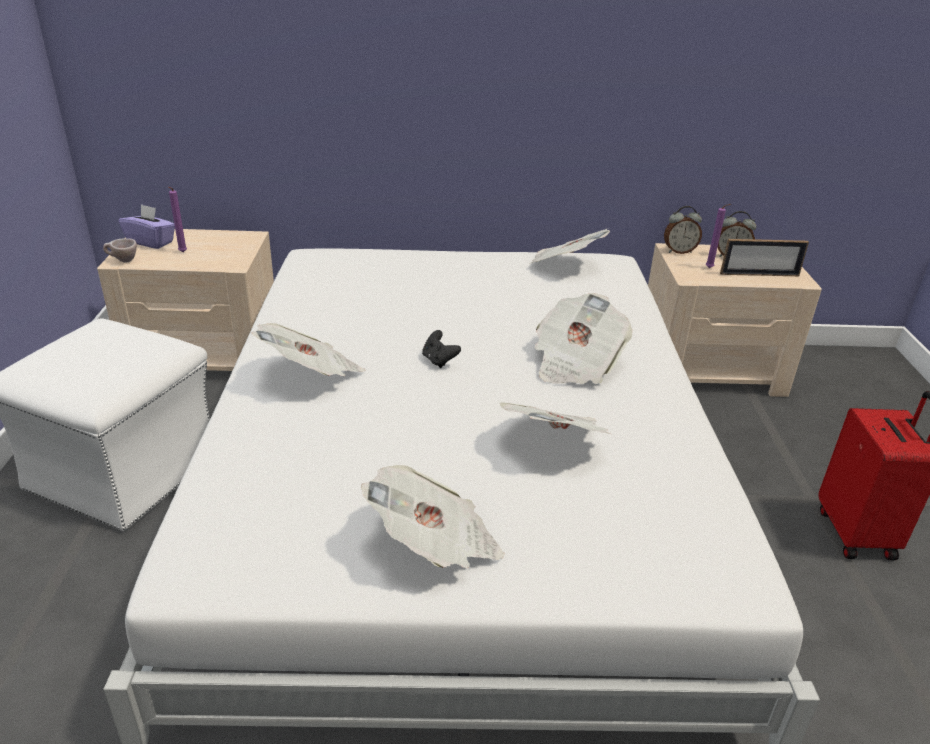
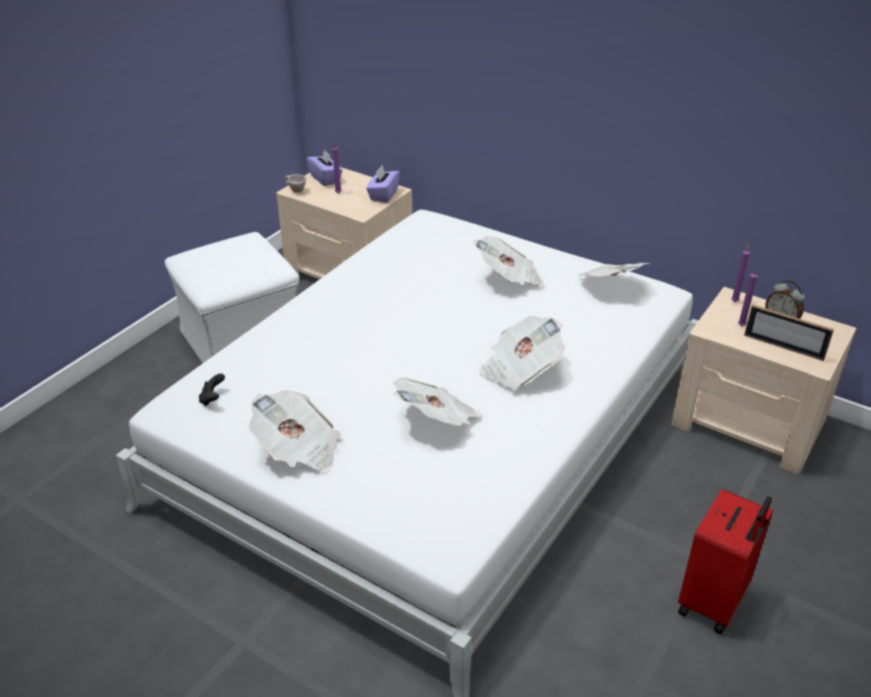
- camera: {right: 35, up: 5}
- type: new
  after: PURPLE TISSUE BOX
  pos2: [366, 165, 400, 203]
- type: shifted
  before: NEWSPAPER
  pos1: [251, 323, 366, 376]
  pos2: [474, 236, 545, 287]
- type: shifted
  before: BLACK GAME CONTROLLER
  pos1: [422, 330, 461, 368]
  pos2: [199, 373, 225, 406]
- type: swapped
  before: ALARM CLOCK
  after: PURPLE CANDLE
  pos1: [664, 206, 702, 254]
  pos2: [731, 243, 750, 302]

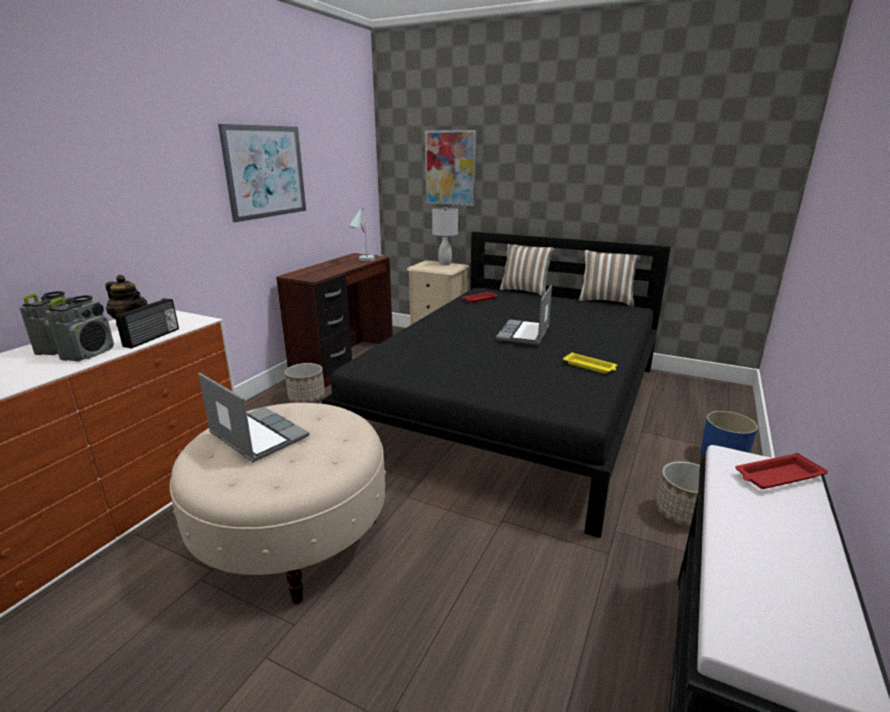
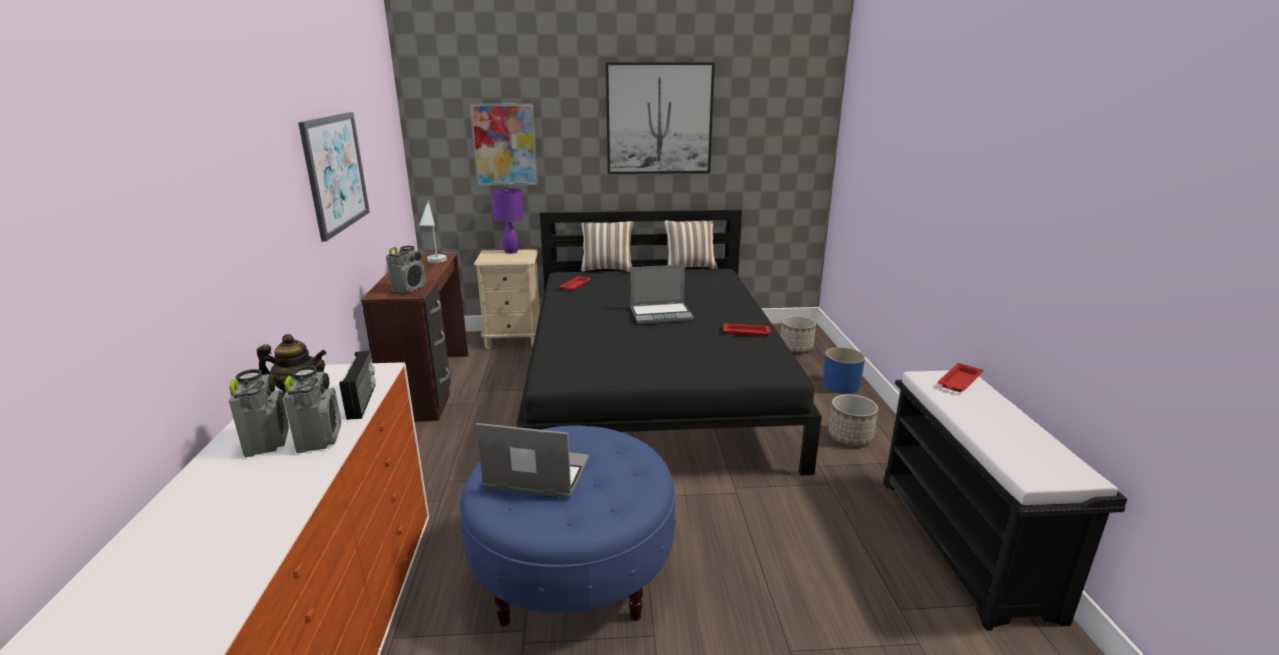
- camera: {right: -30, up: 0}
- type: new
  after: RADIO
  pos2: [386, 246, 426, 293]
- type: new
  after: PICTURE
  pos2: [606, 62, 715, 174]
- type: shifted
  before: PLANTER
  pos1: [285, 363, 325, 403]
  pos2: [780, 316, 816, 352]
- type: repainted
  before: BEIGE OTTOMAN
  after: BLUE OTTOMAN
  pos1: [170, 403, 386, 604]
  pos2: [460, 425, 676, 626]
- type: repainted
  before: WHITE TABLE LAMP
  after: PURPLE TABLE LAMP
  pos1: [432, 208, 458, 265]
  pos2: [491, 188, 523, 254]
- type: repainted
  before: YELLOW TRAY
  after: RED TRAY
  pos1: [563, 352, 617, 374]
  pos2: [723, 323, 772, 336]
- type: rotated
  before: LAPTOP
  pos1: [496, 285, 552, 345]
  pos2: [630, 264, 694, 324]
  turn: -90

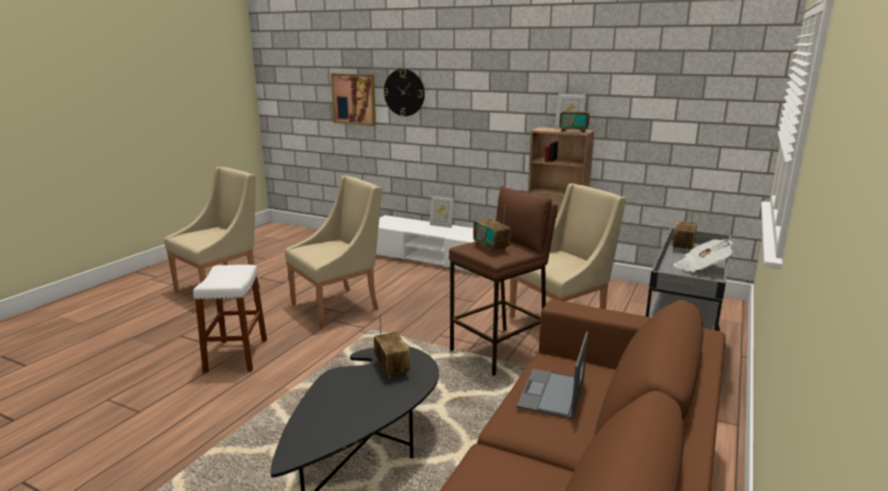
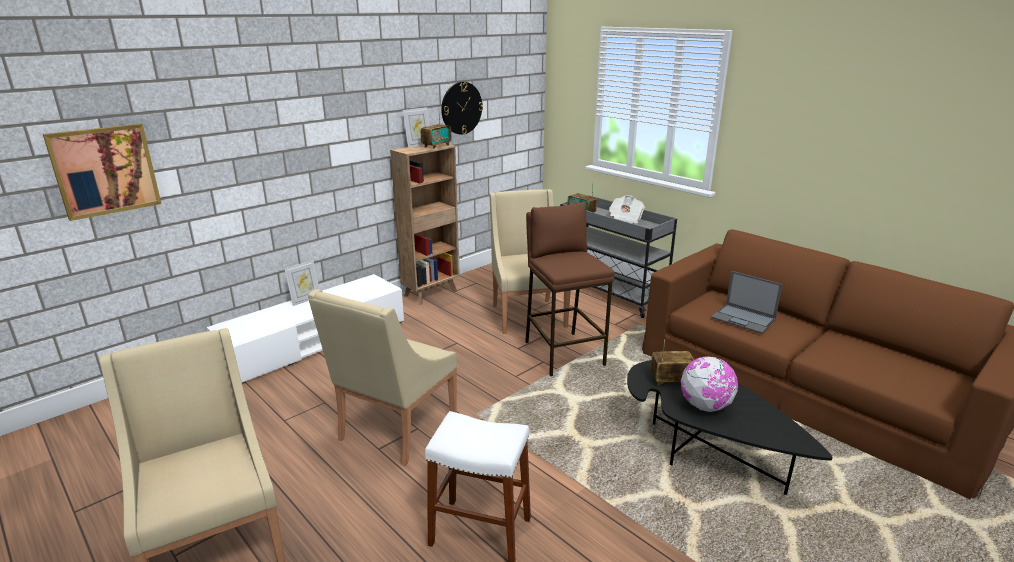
- camera: {right: -70, up: 5}
- type: gone
  before: RADIO
  pos1: [473, 205, 511, 254]
- type: new
  after: GLOBE
  pos2: [681, 356, 738, 412]
- type: shifted
  before: WALL CLOCK
  pos1: [383, 69, 425, 116]
  pos2: [441, 82, 483, 134]
- type: rotated
  before: BEIGE ARMCHAIR
  pos1: [285, 176, 382, 328]
  pos2: [308, 289, 457, 466]
  turn: -135

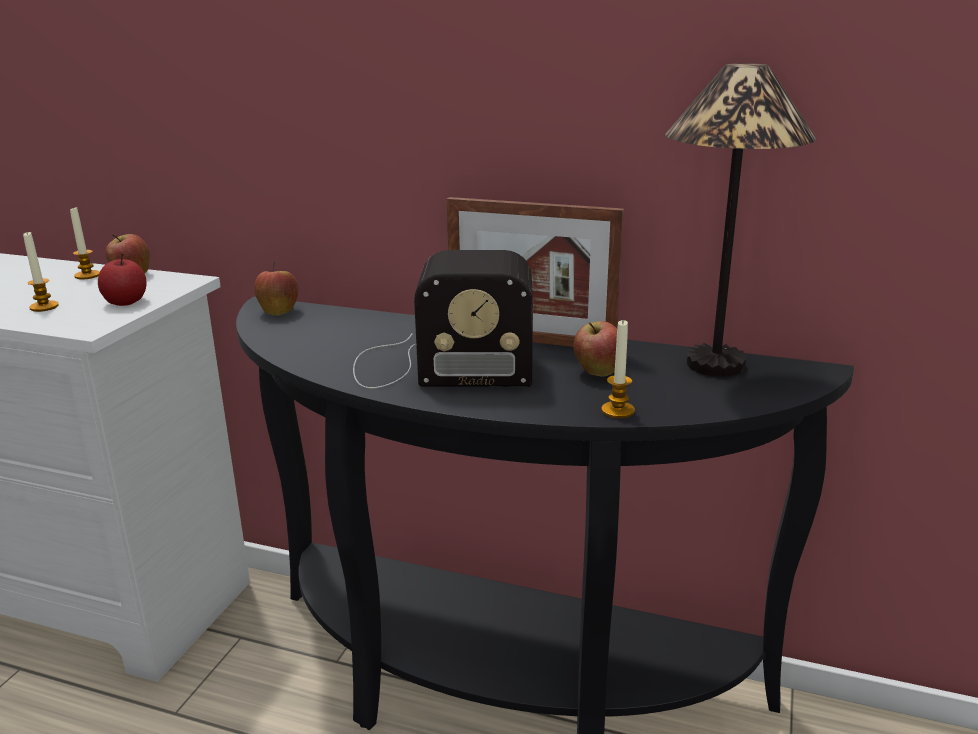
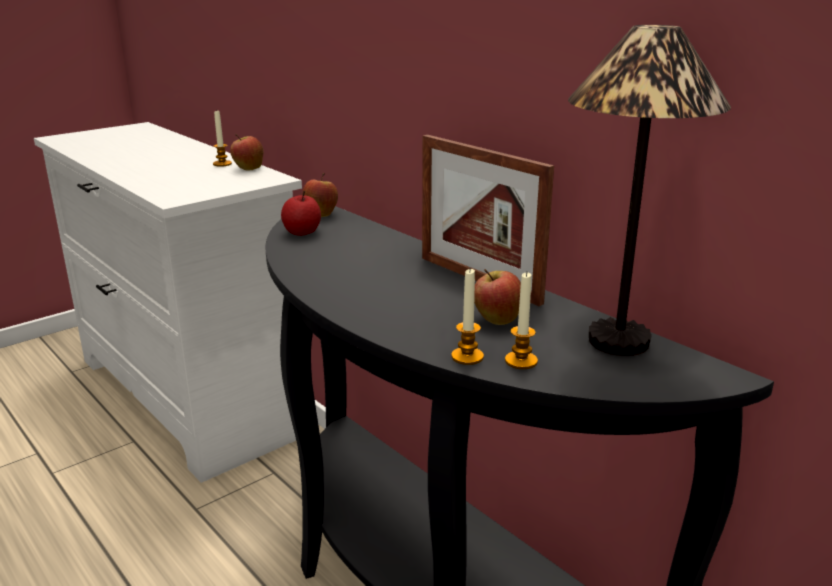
- camera: {right: 30, up: 0}
- type: gone
  before: RADIO
  pos1: [353, 250, 533, 389]
- type: shifted
  before: CANDLE
  pos1: [23, 231, 59, 312]
  pos2: [505, 272, 538, 369]
- type: shifted
  before: APPLE
  pos1: [98, 253, 147, 306]
  pos2: [281, 191, 321, 236]

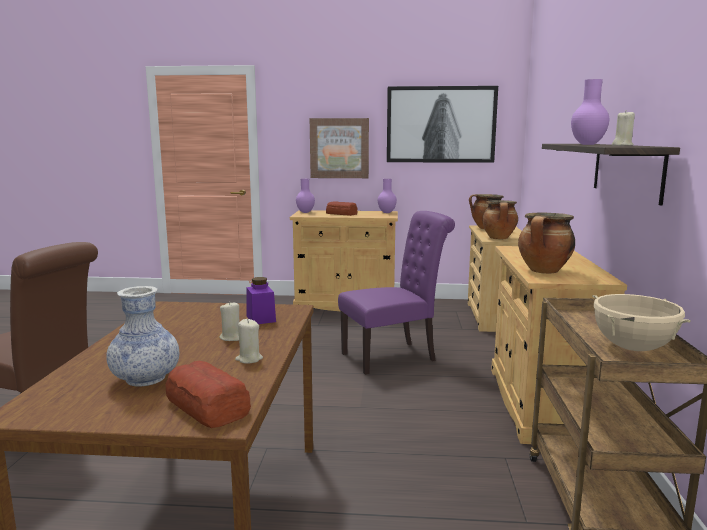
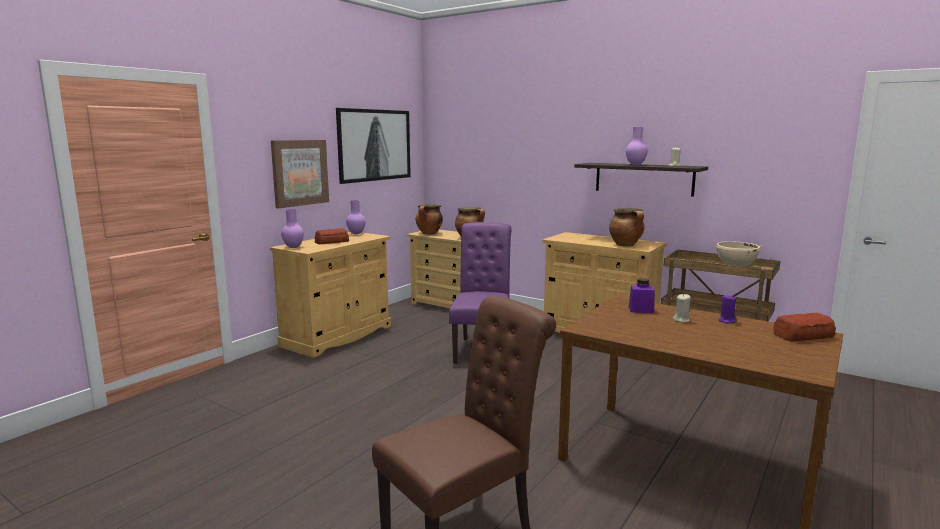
- camera: {right: -60, up: 0}
- type: gone
  before: VASE
  pos1: [106, 286, 179, 387]
- type: repainted
  before: BEIGE CANDLE
  after: PURPLE CANDLE
  pos1: [235, 319, 263, 364]
  pos2: [719, 295, 736, 324]

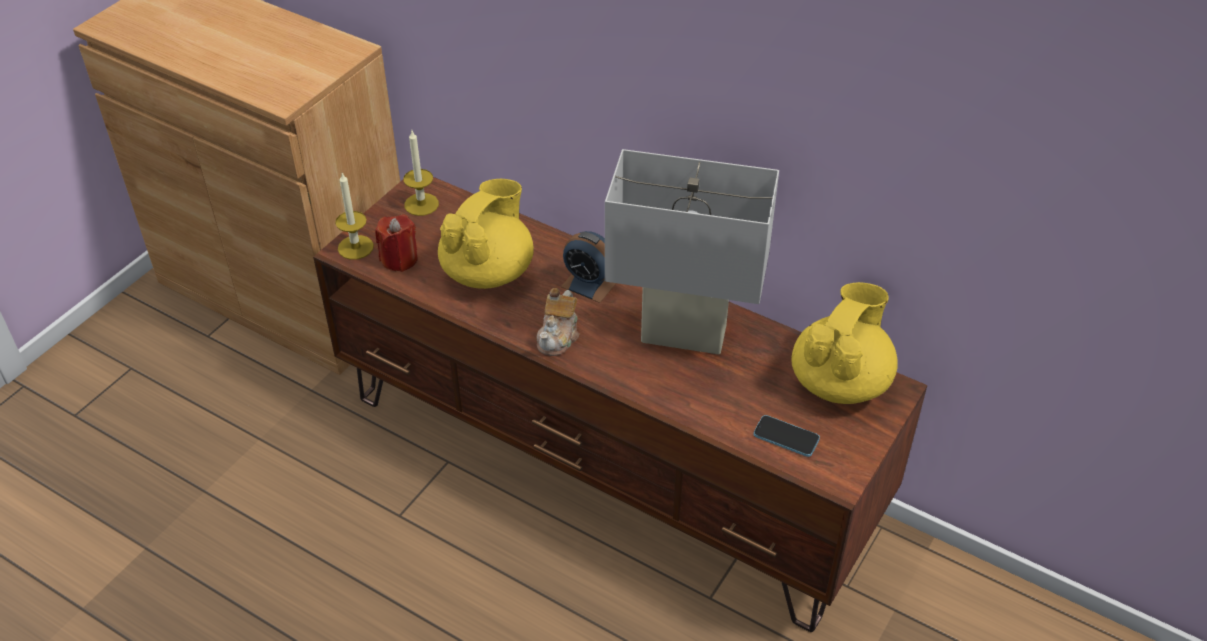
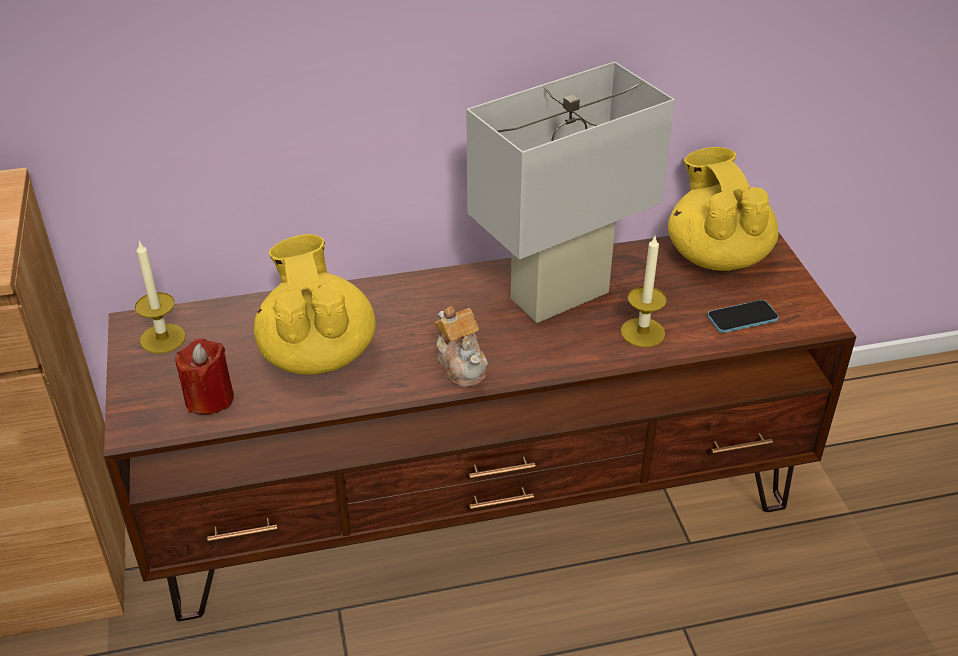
- camera: {right: -45, up: -5}
- type: gone
  before: ALARM CLOCK
  pos1: [561, 231, 616, 303]
- type: shifted
  before: CANDLE
  pos1: [335, 173, 374, 260]
  pos2: [621, 234, 667, 347]

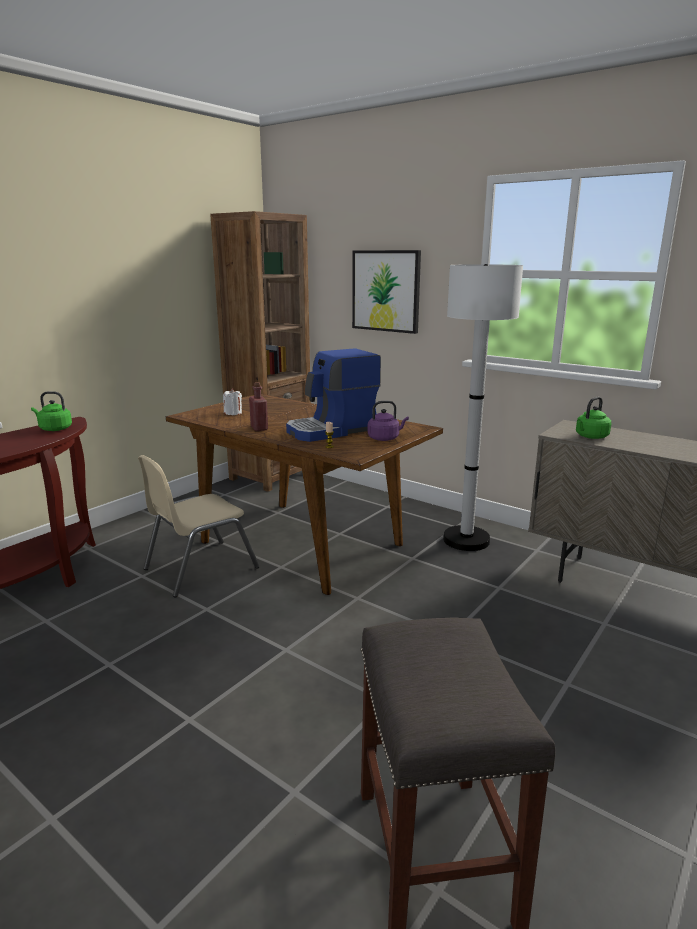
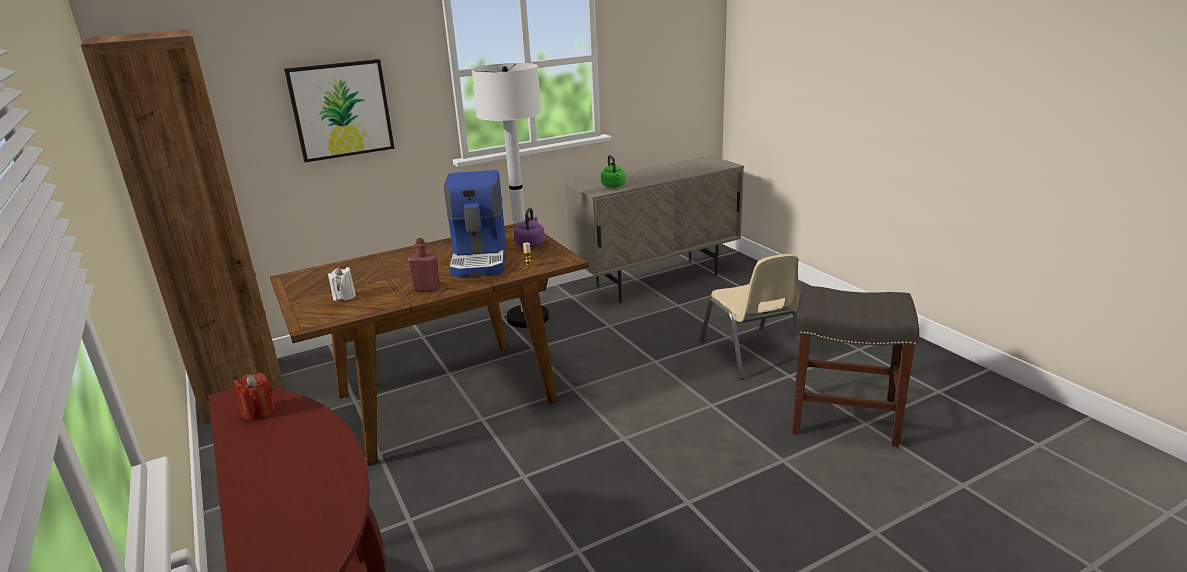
- camera: {right: -65, up: 5}
- type: shifted
  before: BEIGE CHAIR
  pos1: [138, 455, 260, 598]
  pos2: [700, 254, 800, 380]
- type: swapped
  before: GREEN KETTLE
  after: RED CANDLE
  pos1: [31, 391, 72, 431]
  pos2: [234, 373, 275, 420]

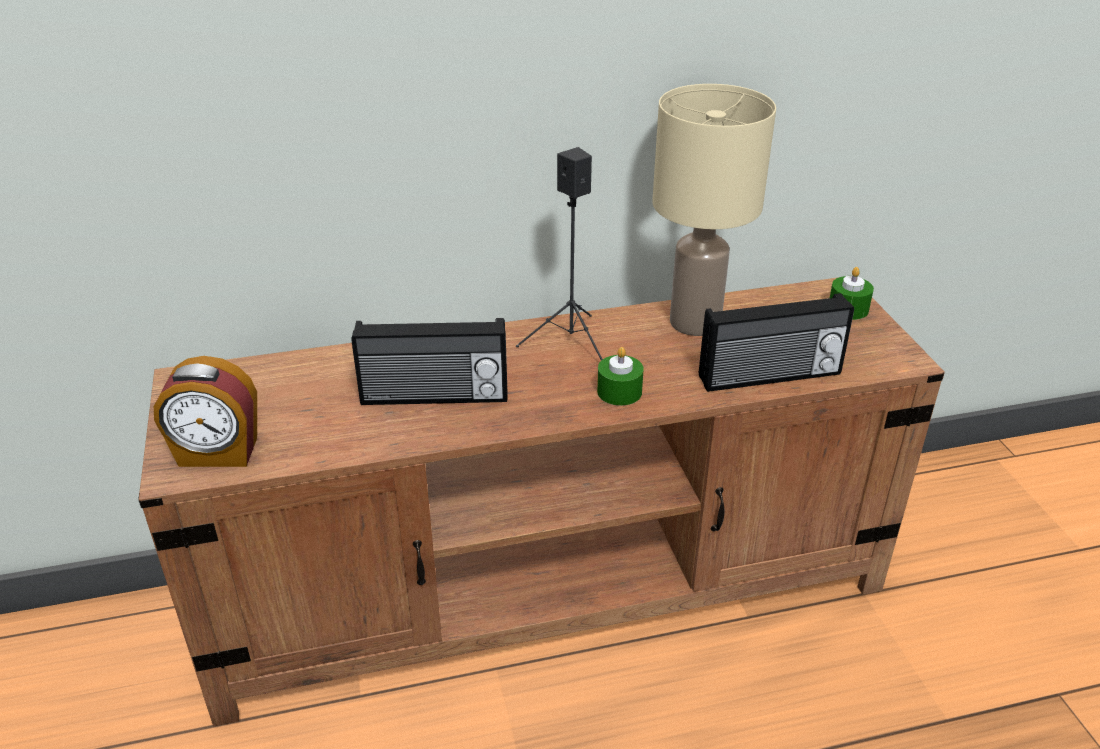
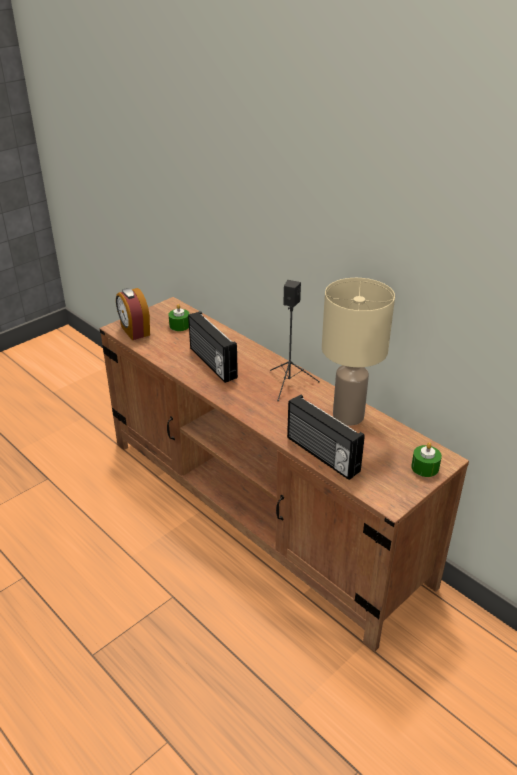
- camera: {right: 60, up: 0}
- type: shifted
  before: GREEN CANDLE
  pos1: [597, 347, 644, 406]
  pos2: [169, 304, 190, 331]

